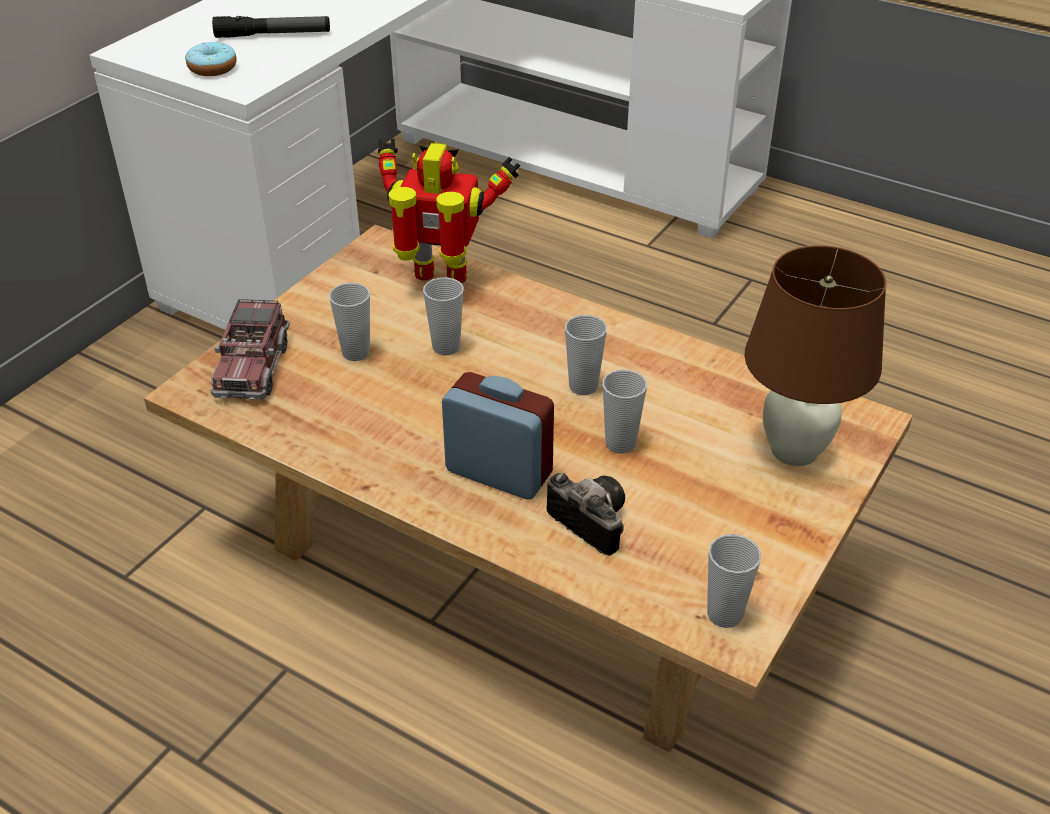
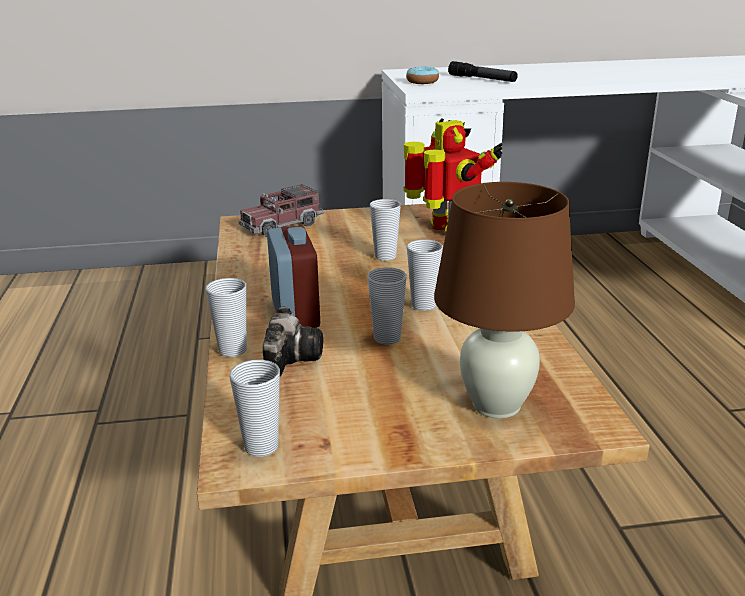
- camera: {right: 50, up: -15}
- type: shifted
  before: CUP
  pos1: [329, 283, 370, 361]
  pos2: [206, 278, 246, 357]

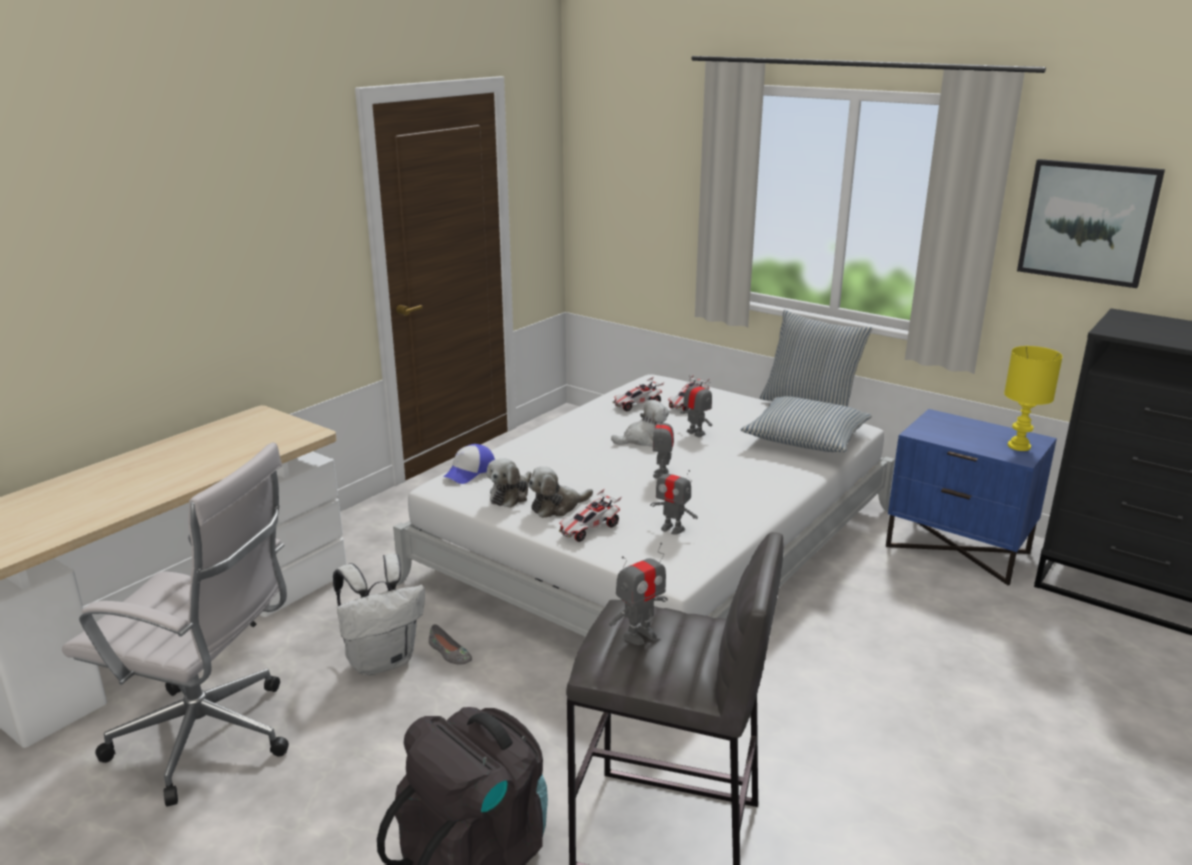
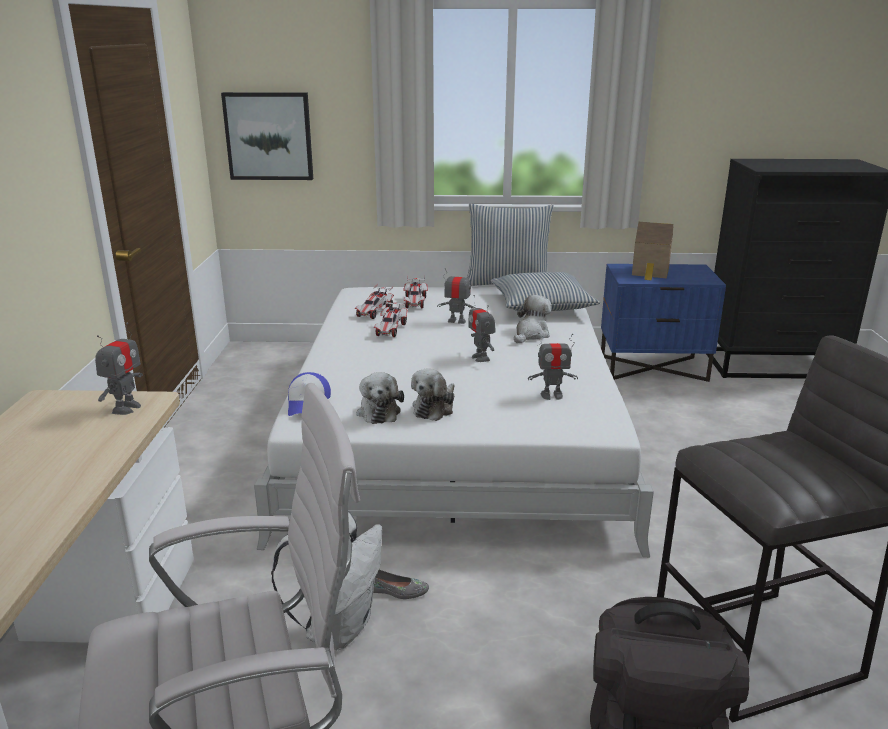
- camera: {right: -35, up: 0}
- type: gone
  before: YELLOW TABLE LAMP
  pos1: [1004, 346, 1063, 451]
- type: new
  after: TOY HOUSE
  pos2: [632, 222, 674, 281]
- type: shifted
  before: TOY CAR
  pos1: [559, 489, 621, 542]
  pos2: [374, 299, 408, 337]
- type: shifted
  before: TOY ROBOT
  pos1: [609, 543, 668, 645]
  pos2: [95, 322, 143, 415]
- type: shifted
  before: PLUSH TOY
  pos1: [611, 400, 669, 447]
  pos2: [514, 295, 552, 343]
- type: shifted
  before: PICTURE
  pos1: [1017, 159, 1165, 288]
  pos2: [221, 92, 313, 180]

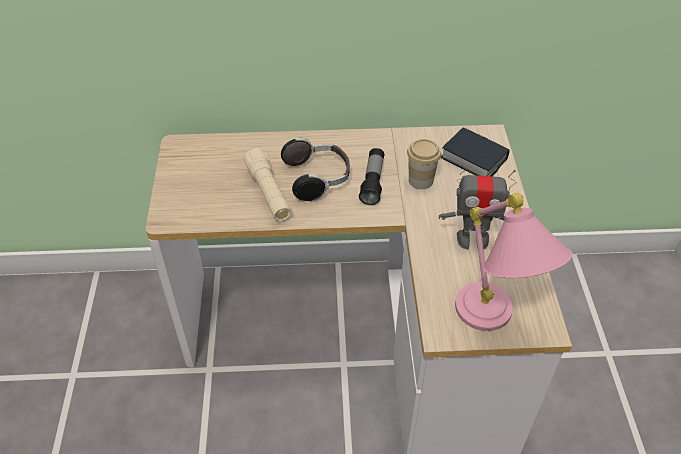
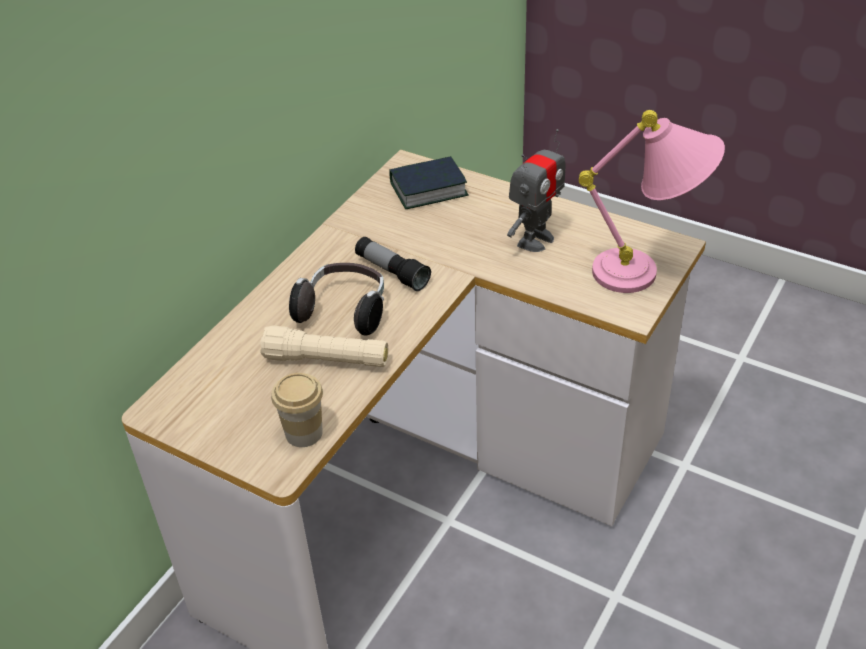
- camera: {right: -55, up: -5}
- type: shifted
  before: CUP
  pos1: [407, 139, 441, 189]
  pos2: [271, 373, 323, 447]

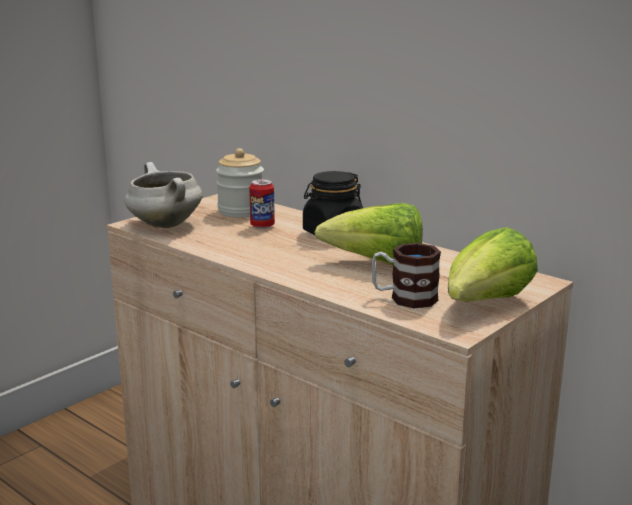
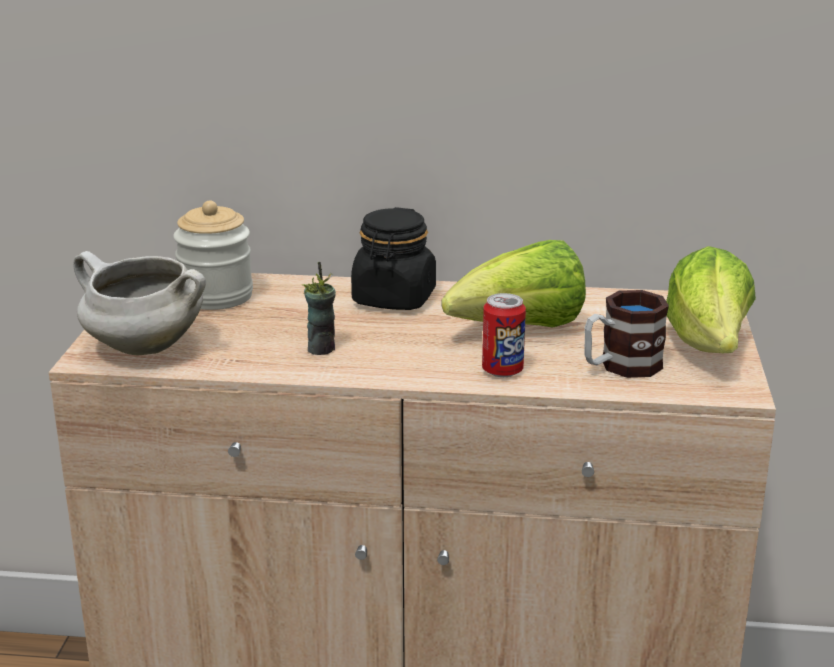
- camera: {right: -35, up: 5}
- type: new
  after: CUP
  pos2: [301, 262, 336, 355]
- type: shifted
  before: CAN
  pos1: [249, 179, 275, 229]
  pos2: [482, 293, 526, 377]

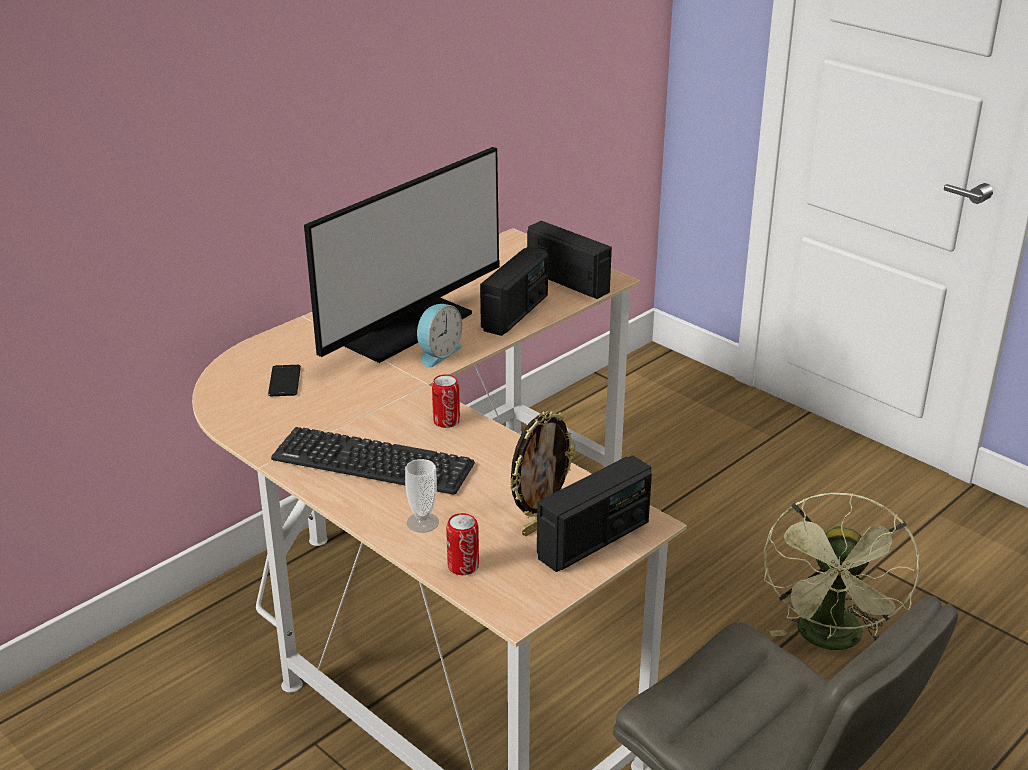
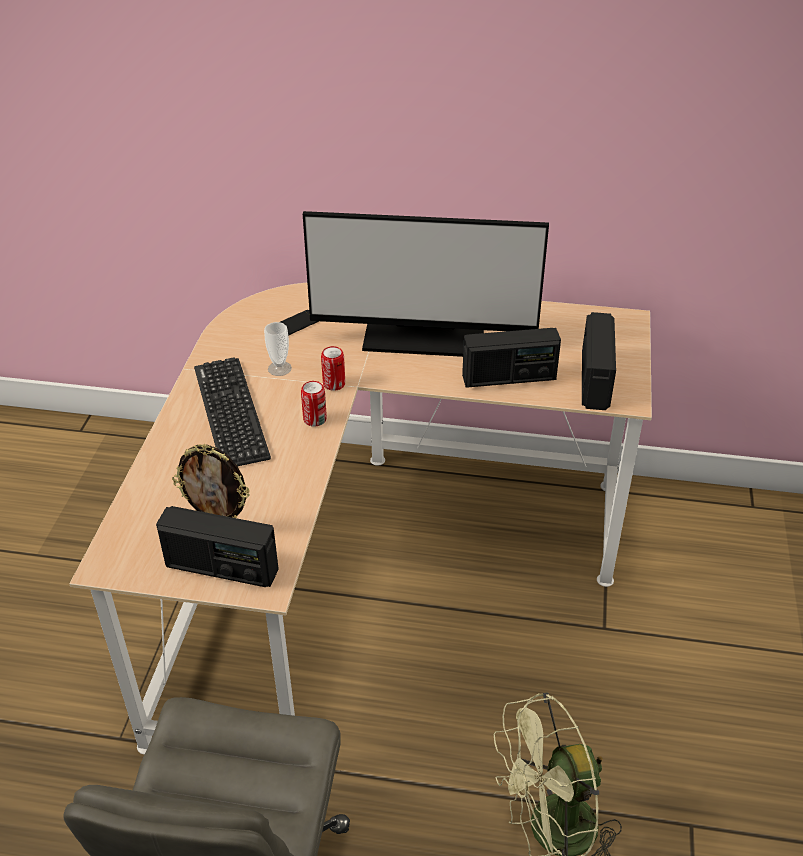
- camera: {right: 55, up: 10}
- type: gone
  before: ALARM CLOCK
  pos1: [417, 304, 462, 368]
- type: shifted
  before: CUP
  pos1: [405, 459, 439, 533]
  pos2: [264, 322, 292, 376]
- type: shifted
  before: CAN
  pos1: [446, 513, 479, 575]
  pos2: [321, 346, 345, 391]

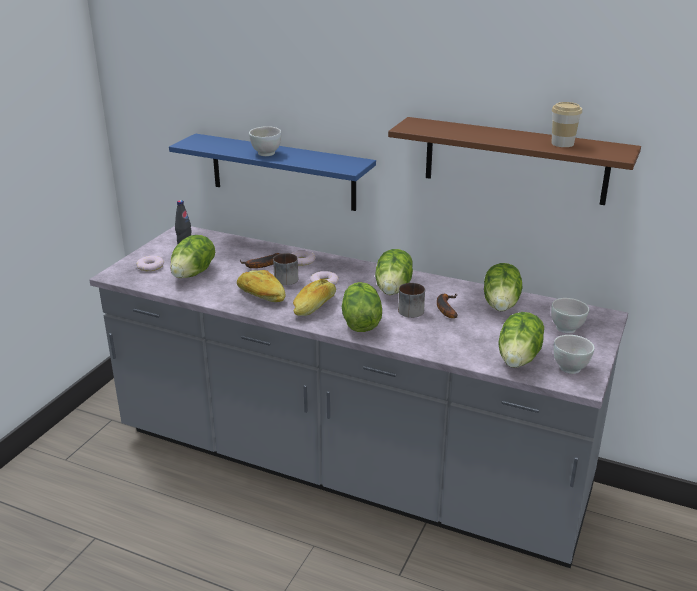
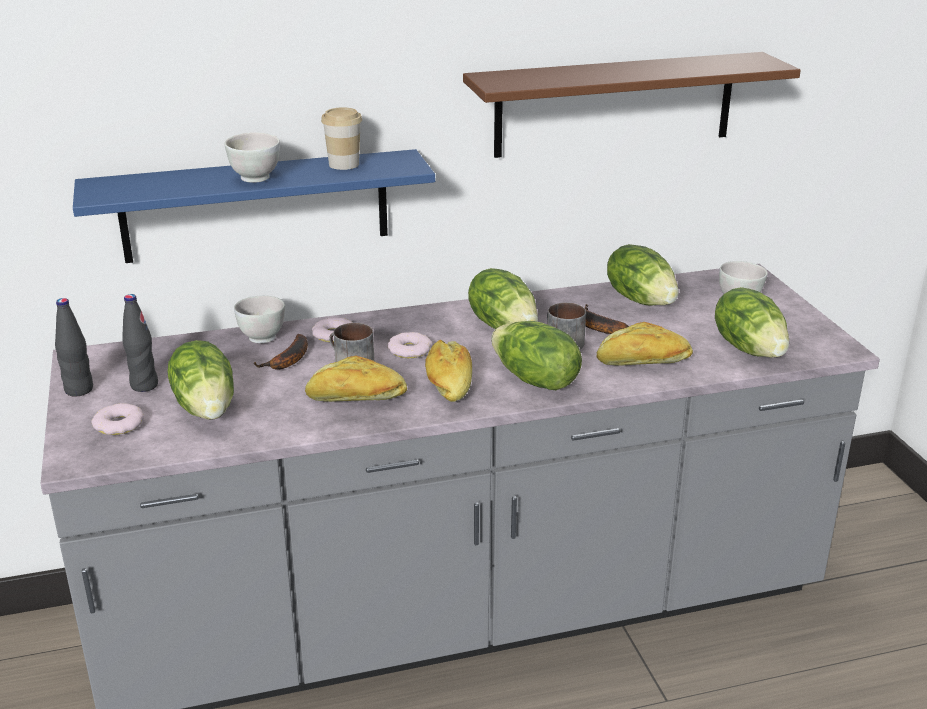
- camera: {right: -40, up: 0}
- type: new
  after: BLACK BOTTLE
  pos2: [55, 298, 93, 396]
- type: new
  after: BREAD
  pos2: [597, 322, 693, 366]
- type: shifted
  before: CUP
  pos1: [551, 102, 582, 147]
  pos2: [321, 107, 362, 170]
- type: shifted
  before: WHITE BOWL
  pos1: [554, 335, 594, 374]
  pos2: [234, 296, 285, 343]

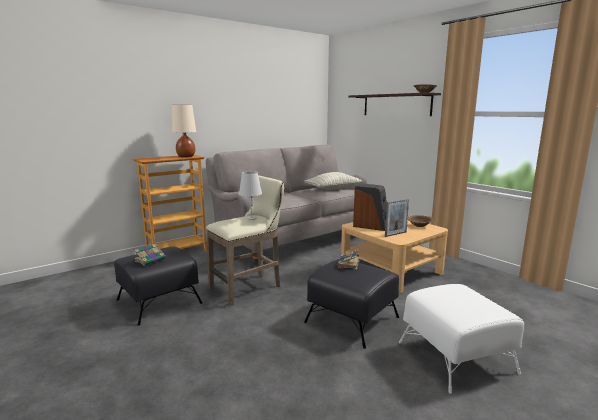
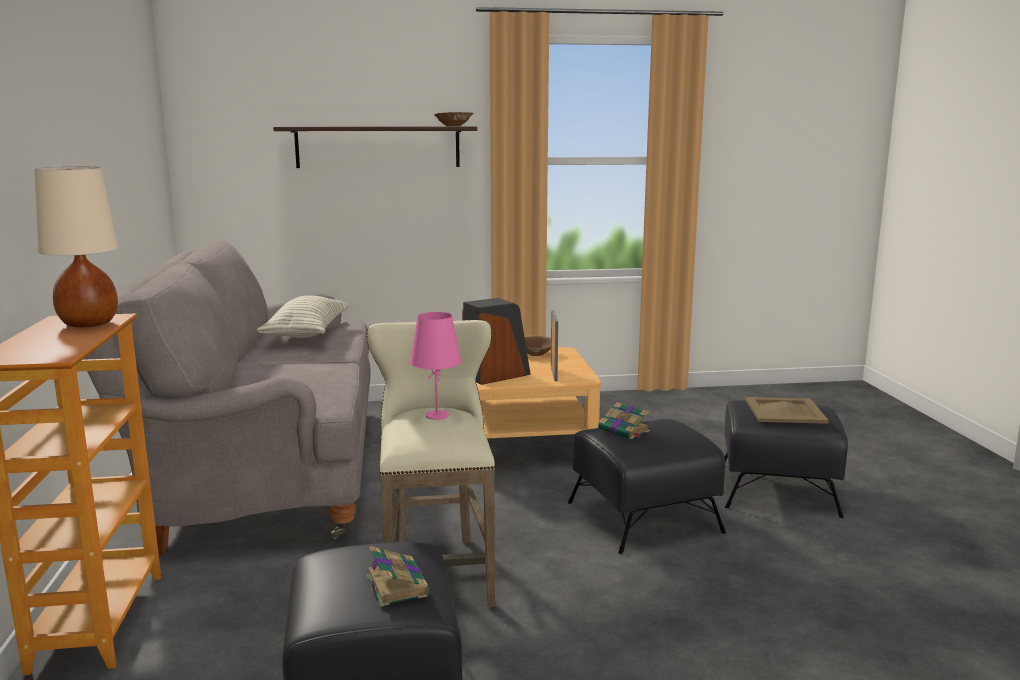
- camera: {right: -60, up: 0}
- type: new
  after: BEIGE TRAY
  pos2: [746, 397, 829, 424]
- type: repainted
  before: WHITE TABLE LAMP
  after: PINK TABLE LAMP
  pos1: [239, 171, 262, 220]
  pos2: [410, 312, 462, 420]
- type: repainted
  before: WHITE OTTOMAN
  after: BLACK OTTOMAN
  pos1: [399, 284, 525, 394]
  pos2: [724, 400, 848, 518]

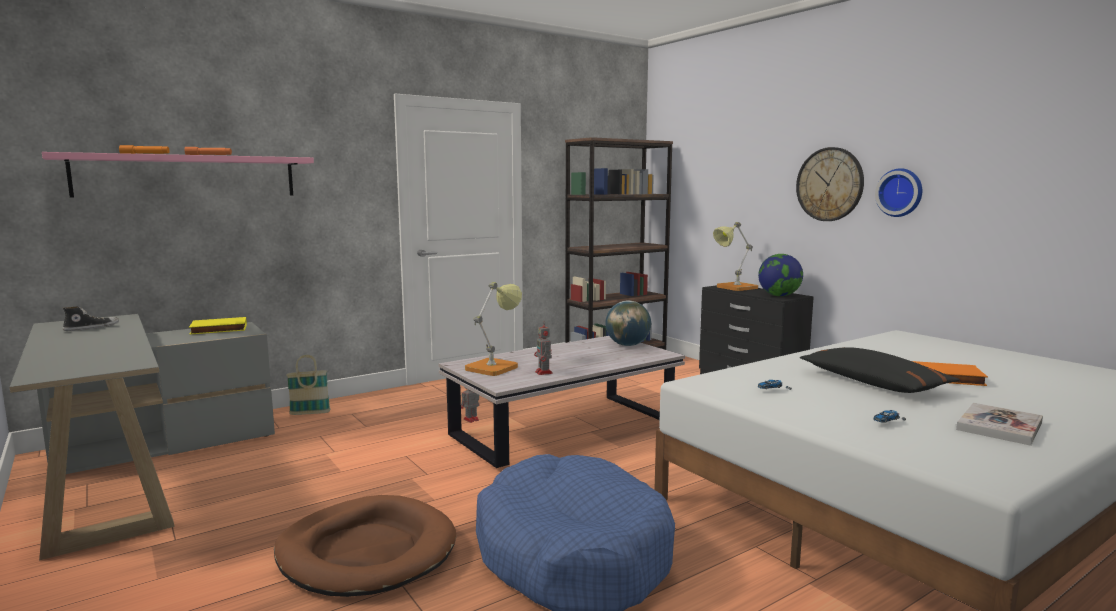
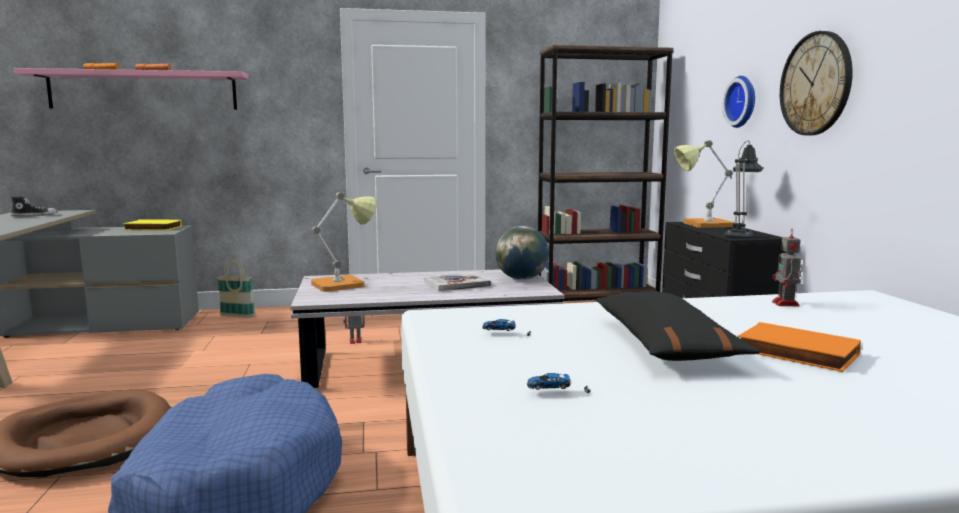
- camera: {right: 25, up: 0}
- type: shifted
  before: TOY ROBOT
  pos1: [534, 321, 553, 375]
  pos2: [772, 229, 801, 306]
- type: shifted
  before: WALL CLOCK
  pos1: [875, 168, 922, 217]
  pos2: [722, 76, 755, 128]
- type: shifted
  before: BOOK
  pos1: [956, 403, 1043, 446]
  pos2: [424, 273, 491, 292]
- type: swapped
  before: GLOBE
  after: TABLE LAMP
  pos1: [758, 254, 803, 296]
  pos2: [723, 141, 763, 238]

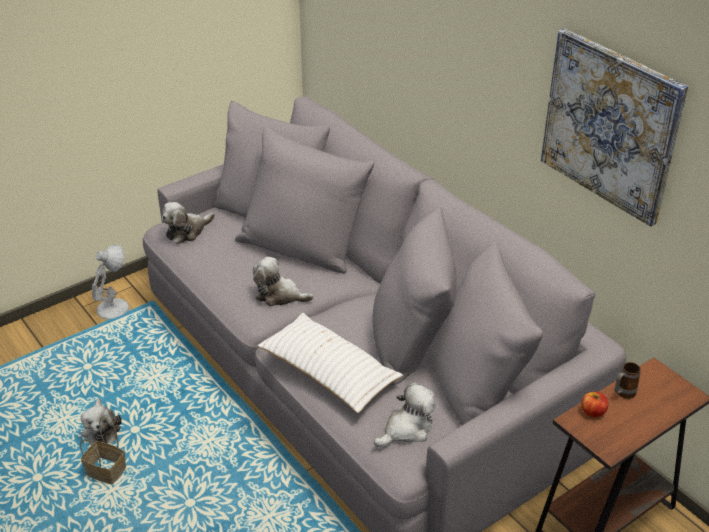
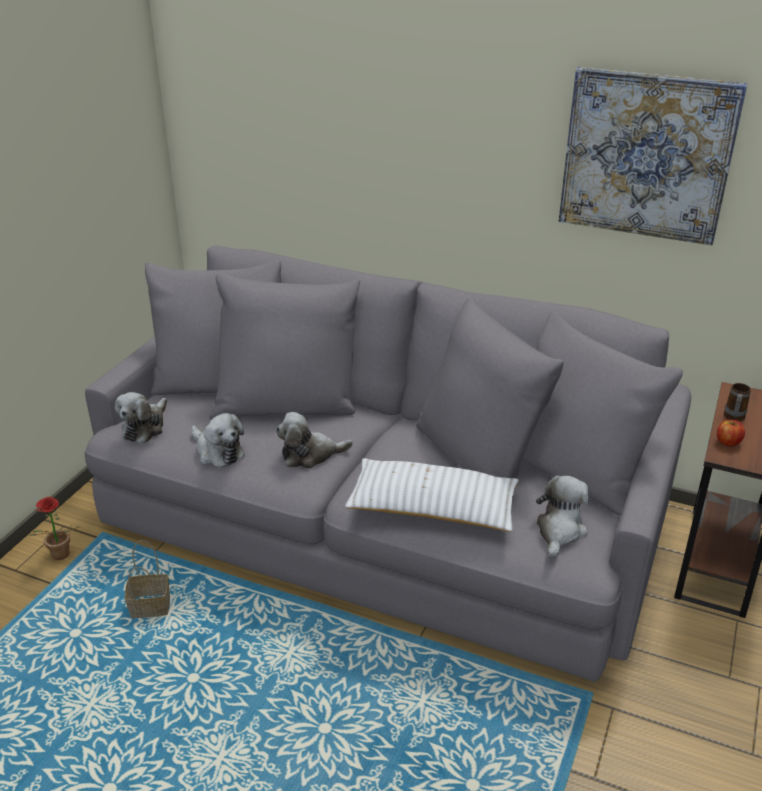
- camera: {right: -30, up: -5}
- type: shifted
  before: BASKET
  pos1: [80, 416, 126, 484]
  pos2: [125, 540, 170, 618]
- type: shifted
  before: PLUSH TOY
  pos1: [81, 399, 122, 444]
  pos2: [191, 413, 245, 467]
- type: swapped
  before: WHITE TABLE LAMP
  after: POTTED PLANT
  pos1: [92, 244, 130, 320]
  pos2: [28, 497, 81, 560]

